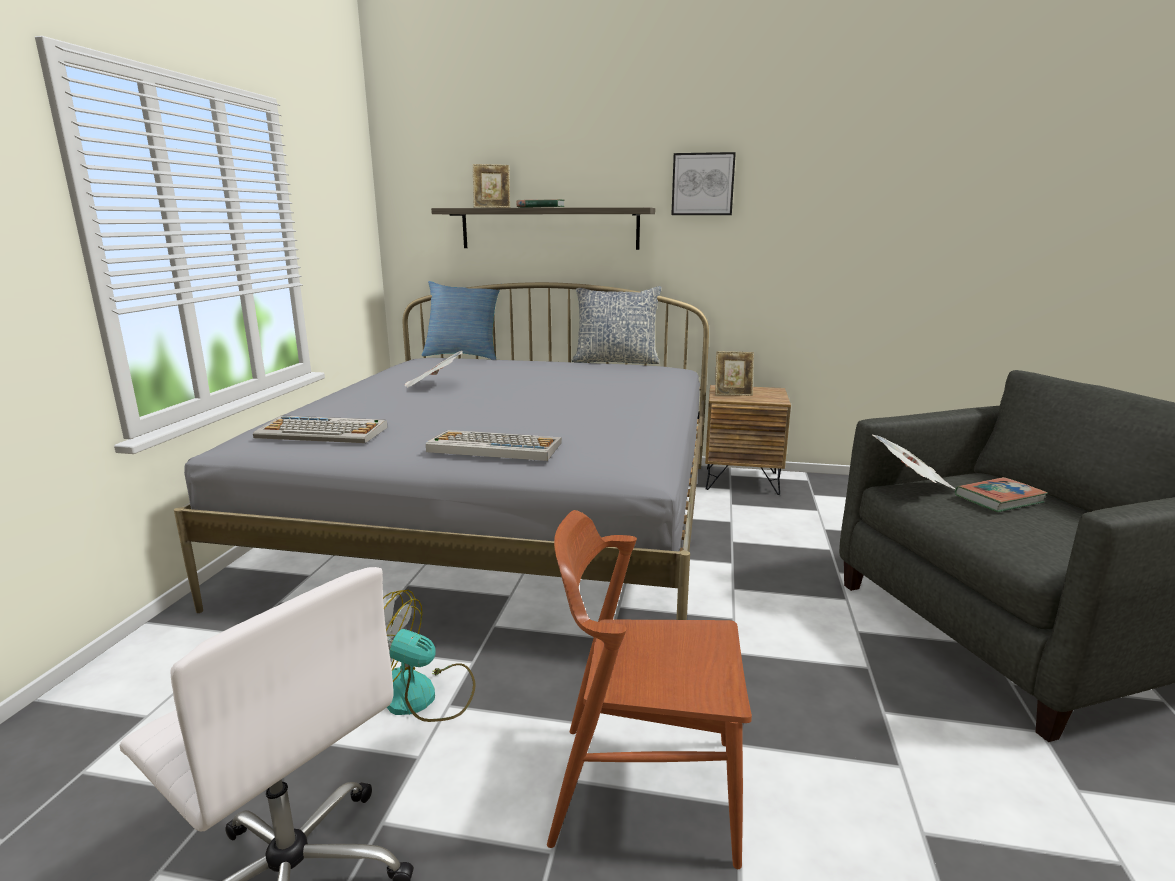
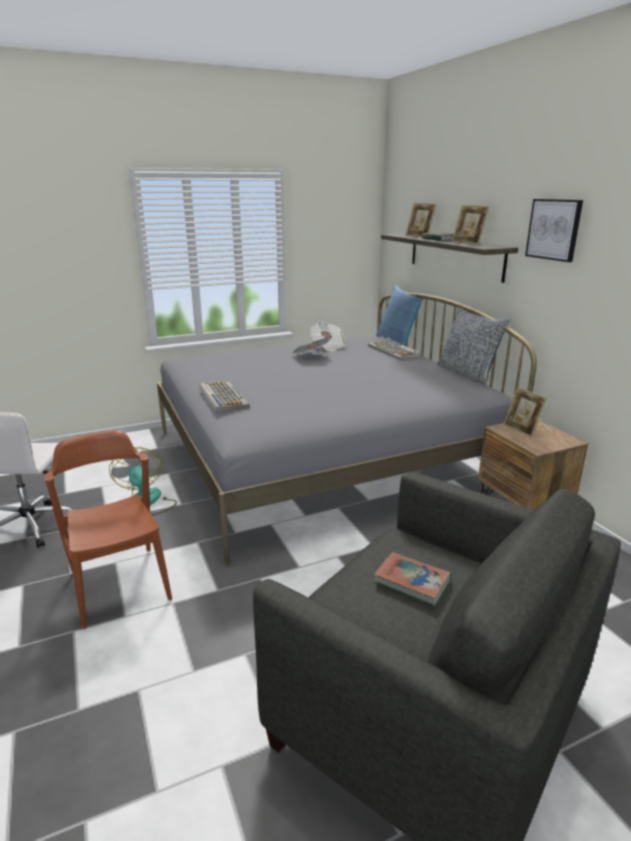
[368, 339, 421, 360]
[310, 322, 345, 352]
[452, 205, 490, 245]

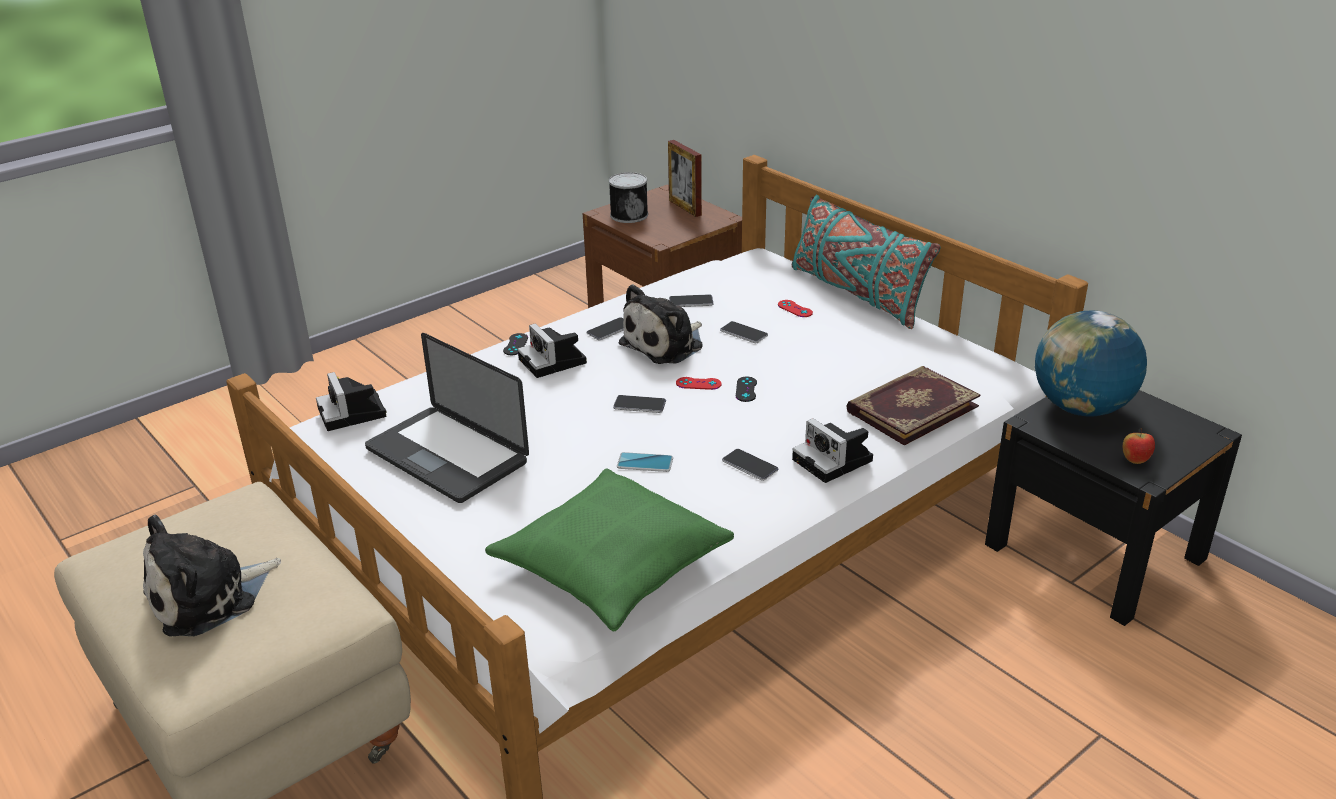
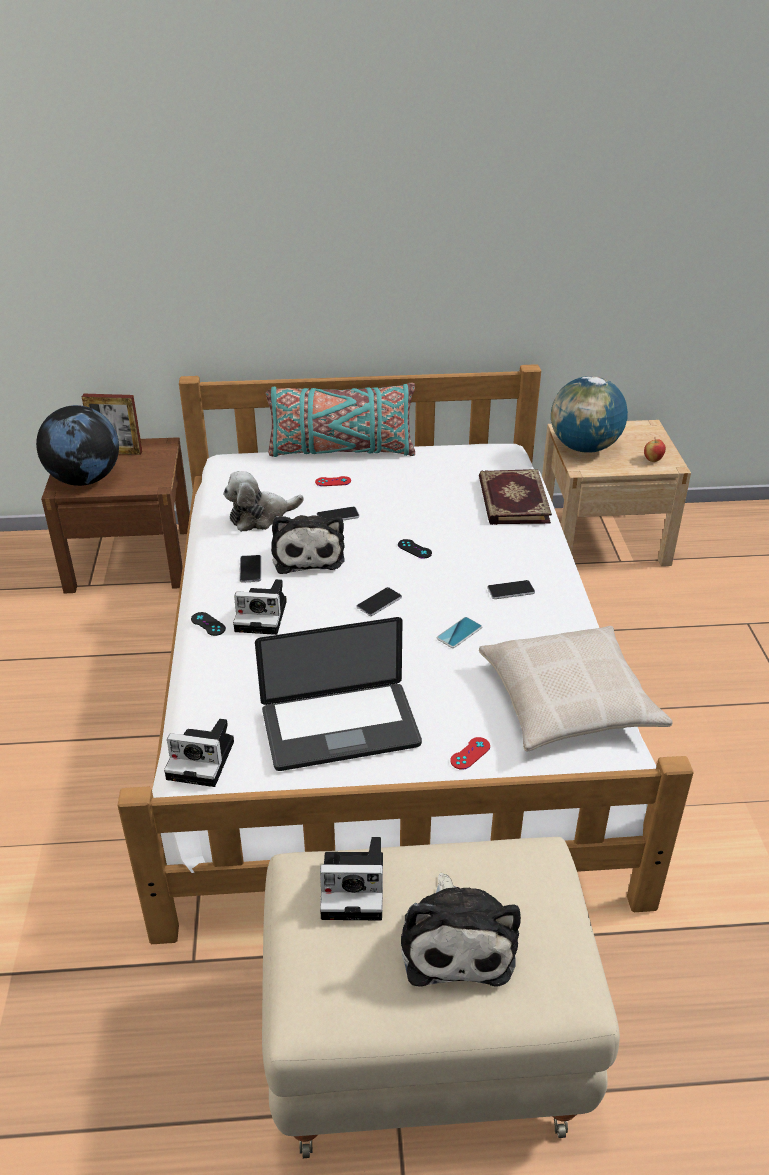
[36, 405, 119, 486]
[223, 471, 304, 532]
[450, 737, 490, 770]
[542, 420, 691, 566]
[320, 837, 383, 920]
[479, 626, 673, 752]

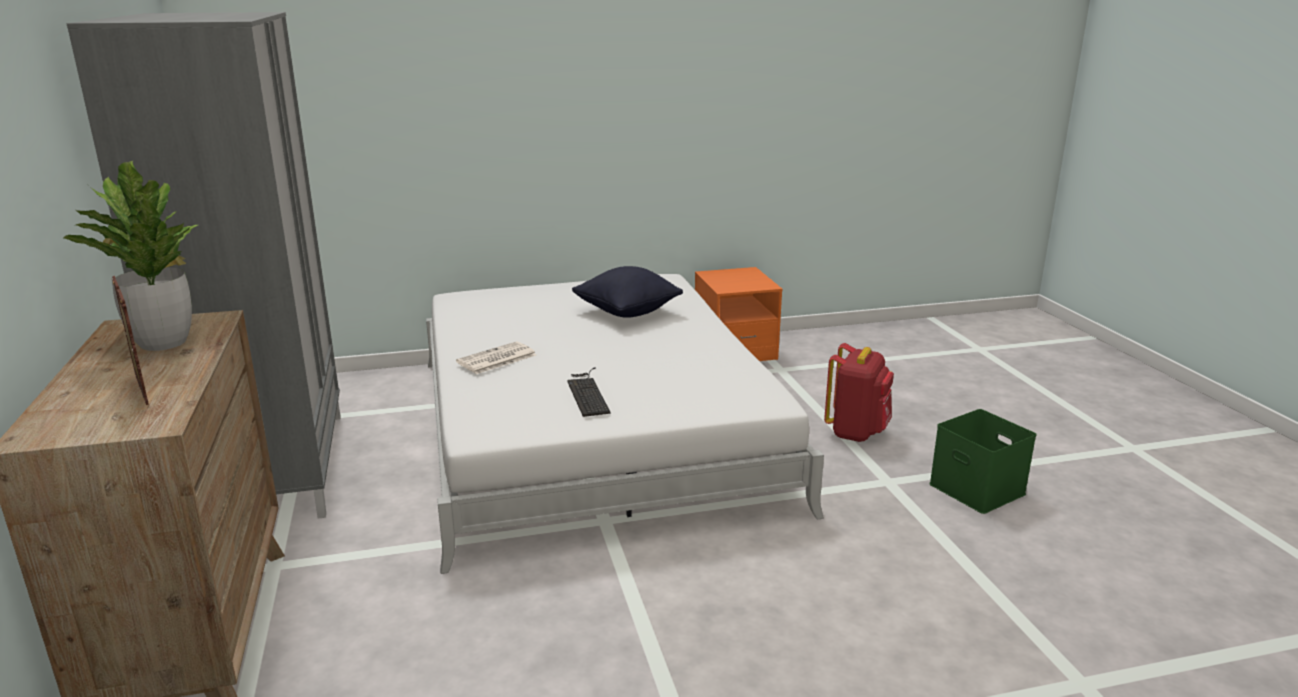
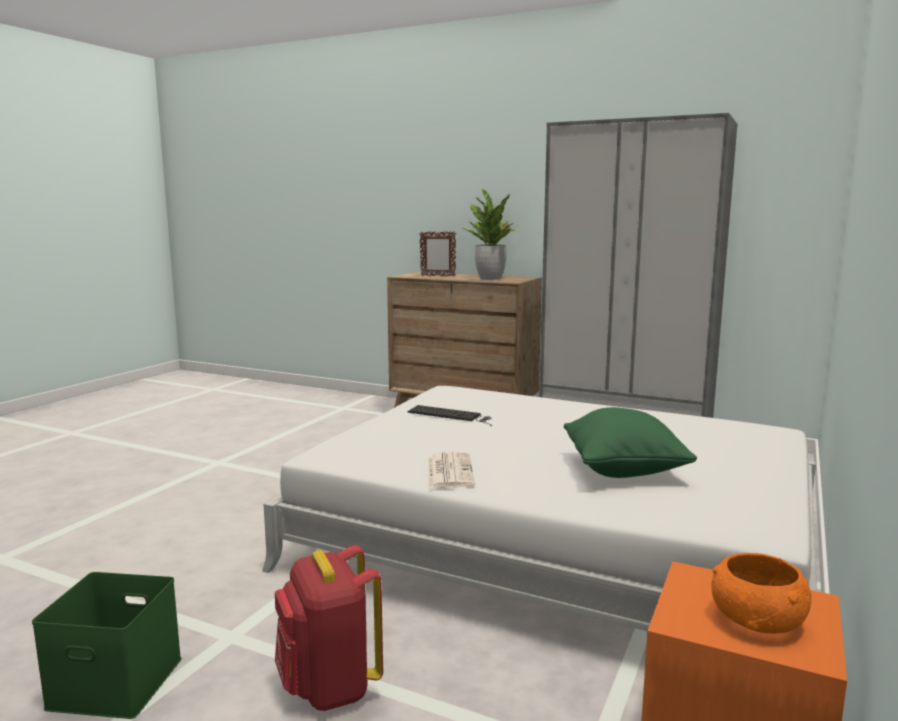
[563, 407, 697, 478]
[428, 452, 475, 488]
[711, 553, 812, 634]

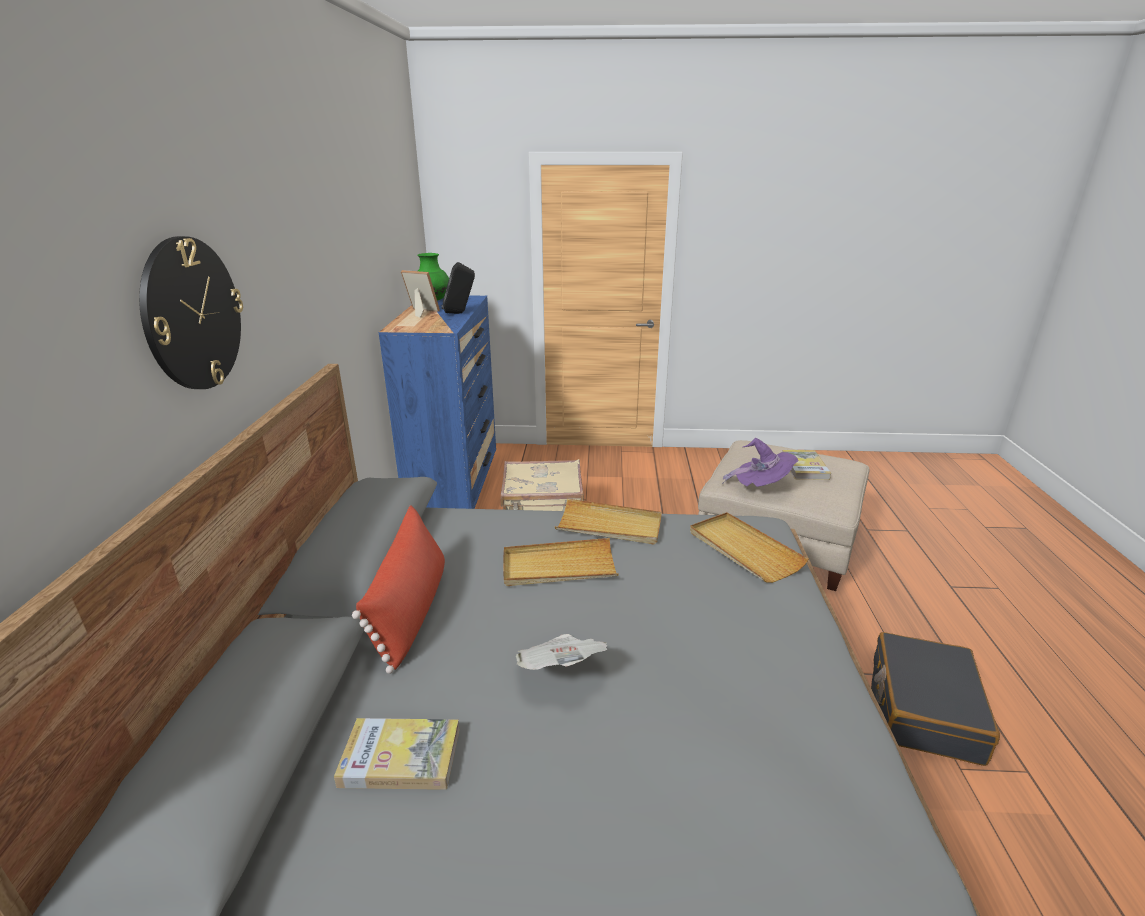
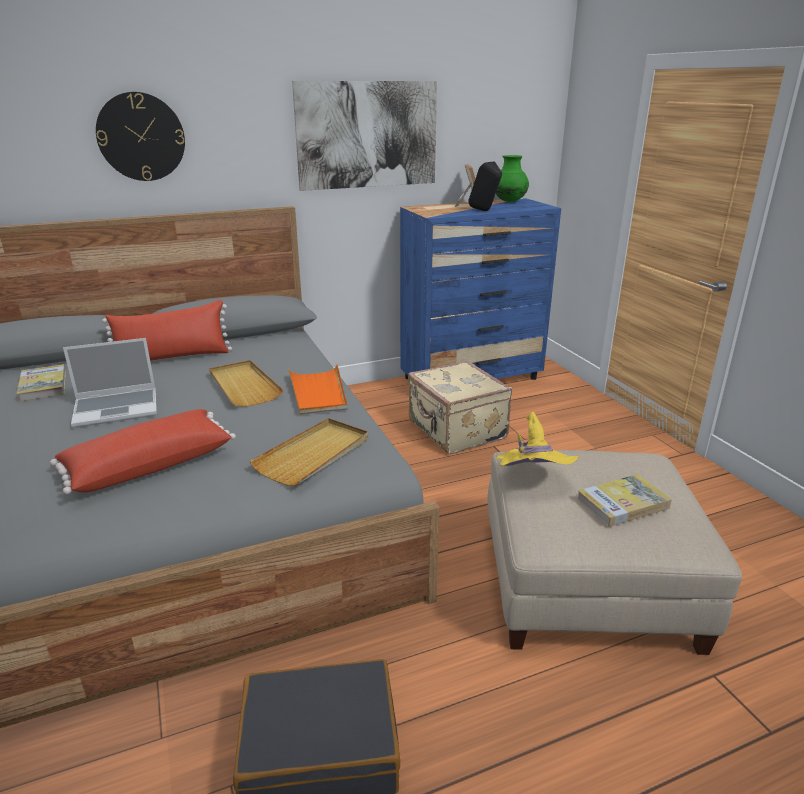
[496, 412, 579, 466]
[288, 364, 347, 415]
[63, 338, 157, 428]
[292, 81, 437, 191]
[50, 409, 236, 494]

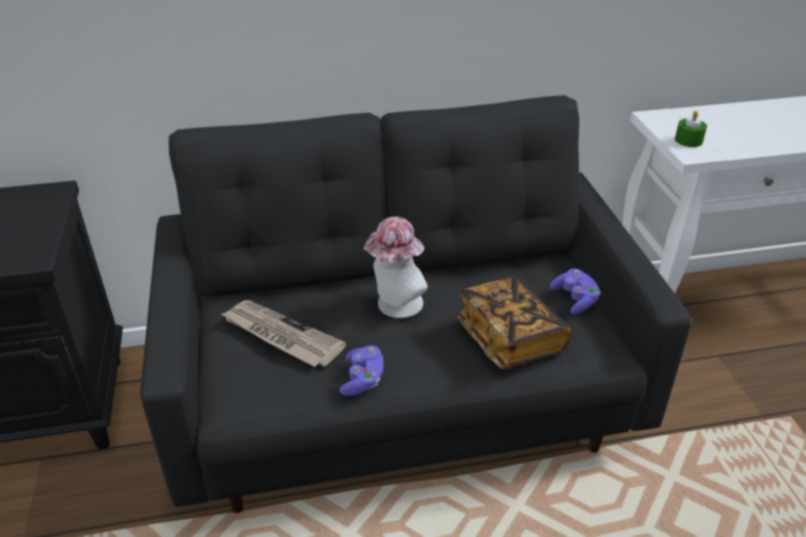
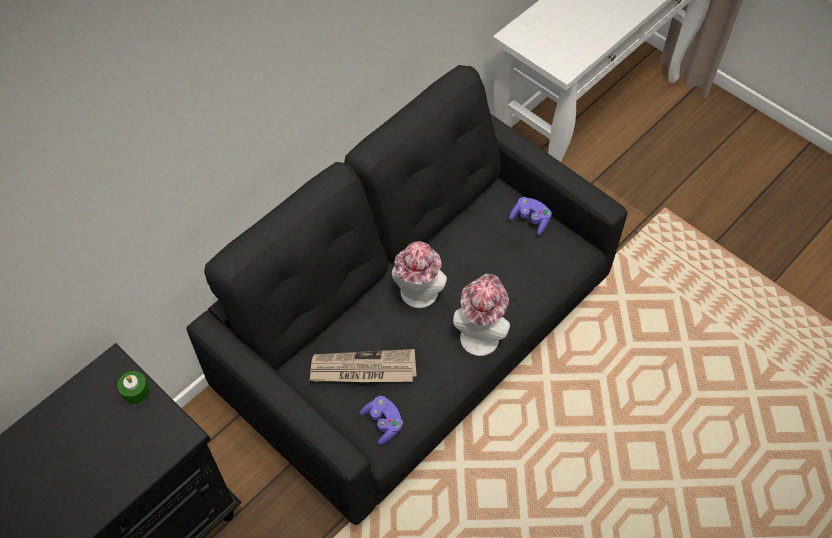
[117, 371, 150, 404]
[456, 277, 572, 369] (first image)
[360, 396, 403, 445]
[453, 274, 510, 356]

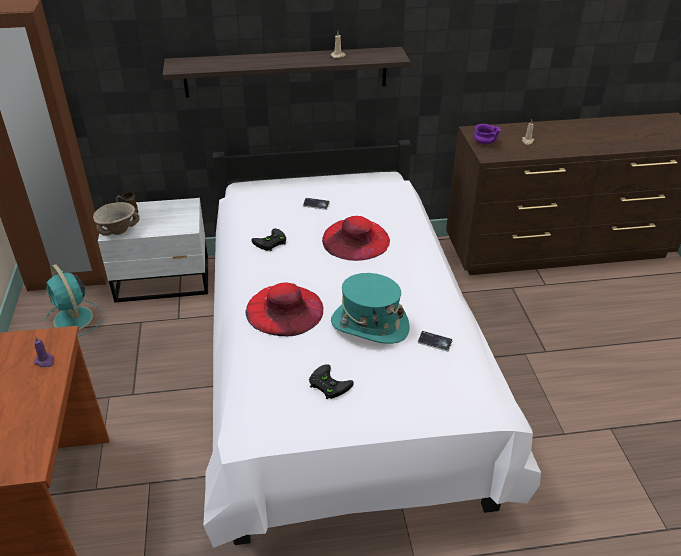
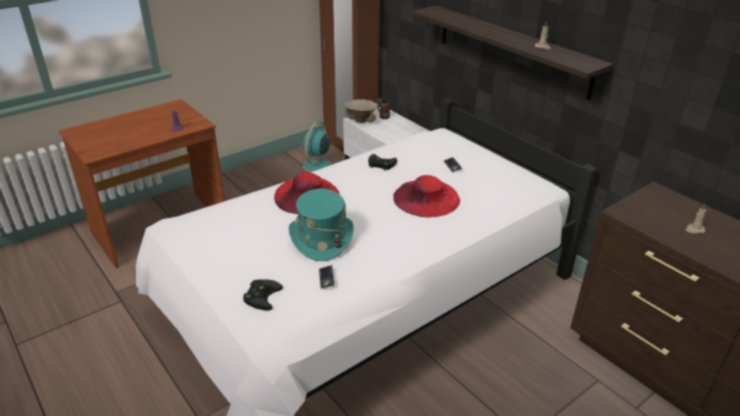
[473, 124, 502, 145] (first image)
[243, 279, 283, 311]

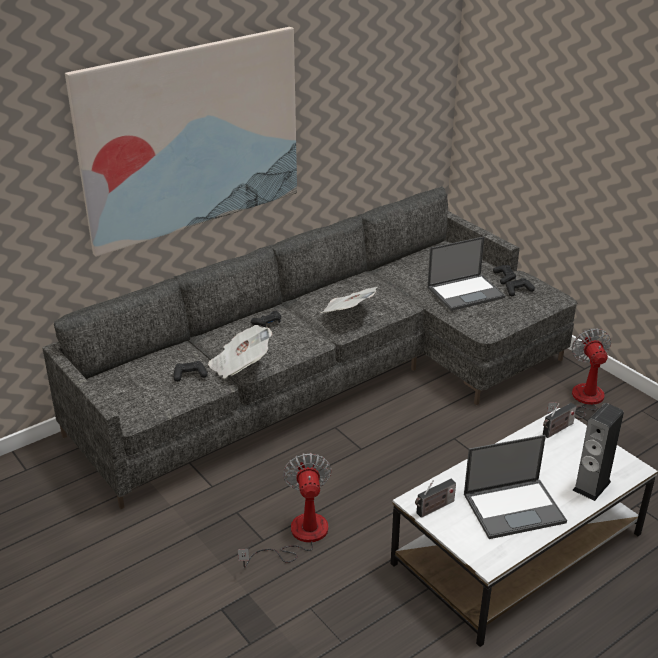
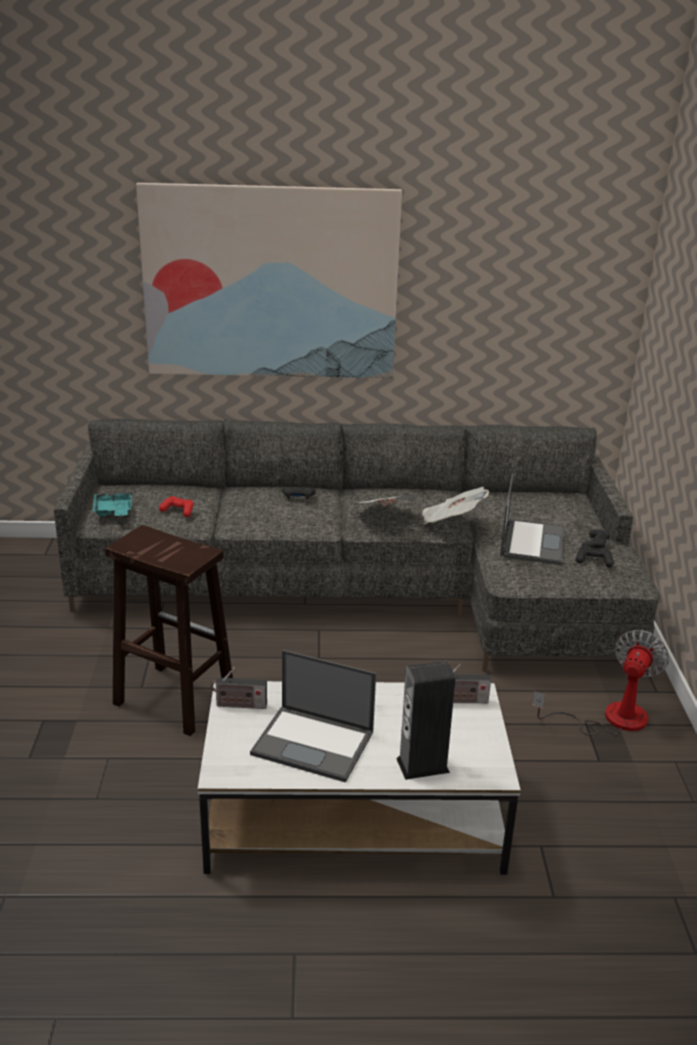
[500, 473, 565, 565]
[422, 487, 489, 524]
[159, 496, 194, 517]
[105, 525, 233, 736]
[92, 490, 132, 516]

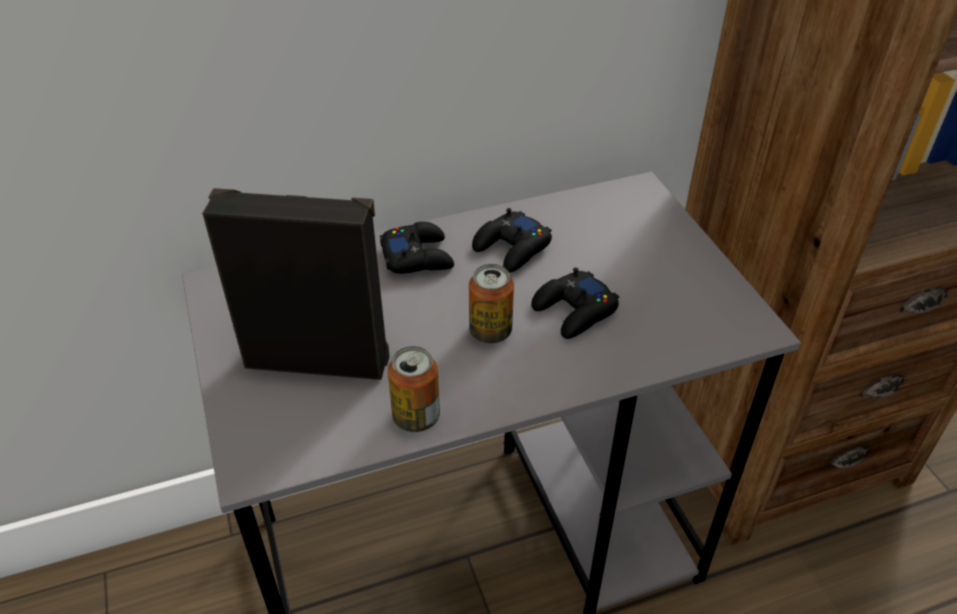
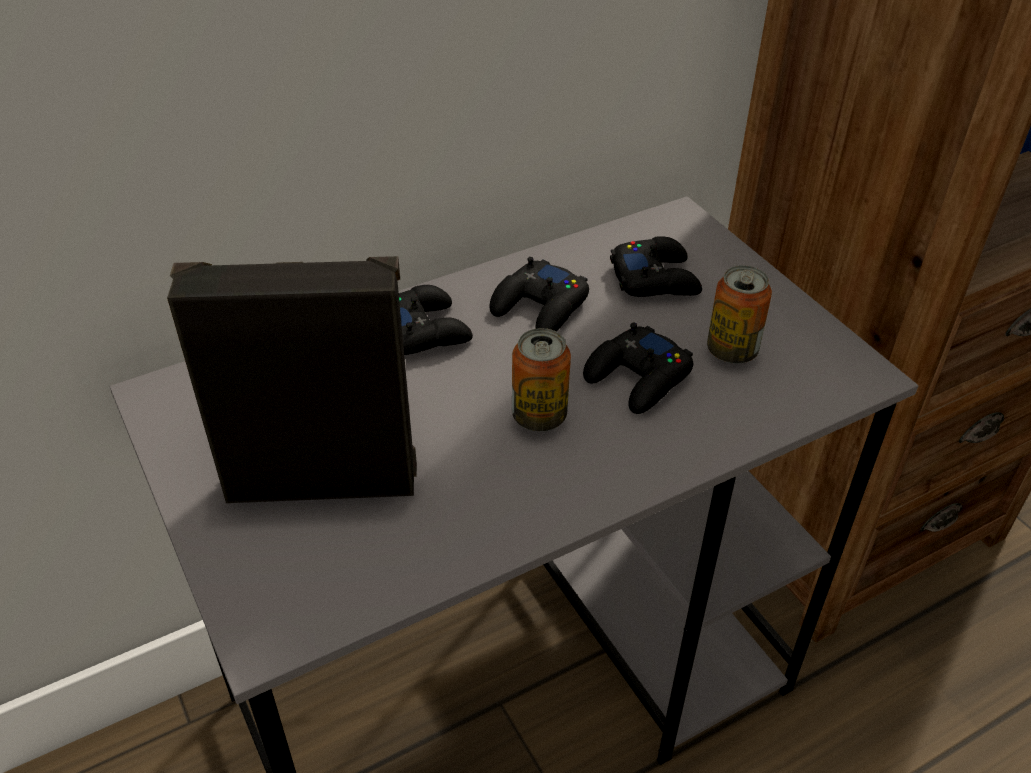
[707, 265, 772, 364]
[610, 237, 702, 297]

